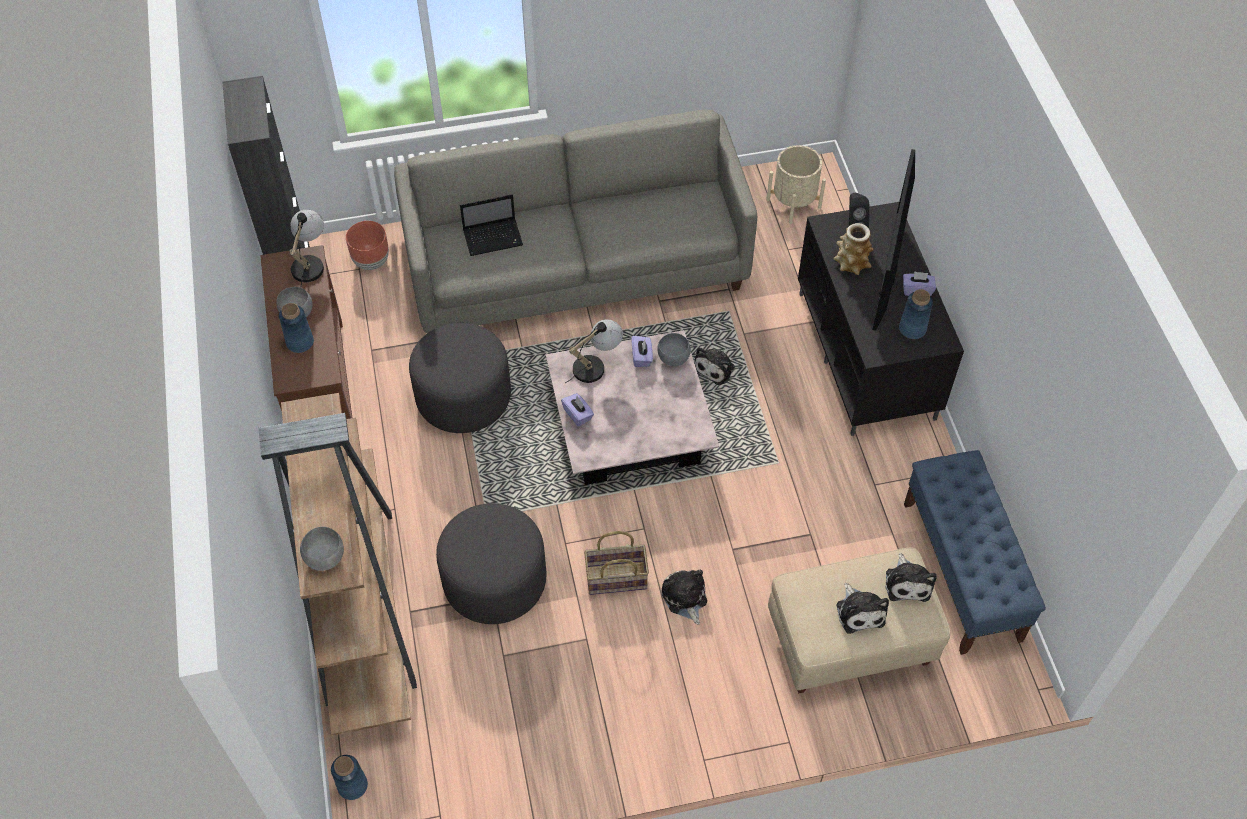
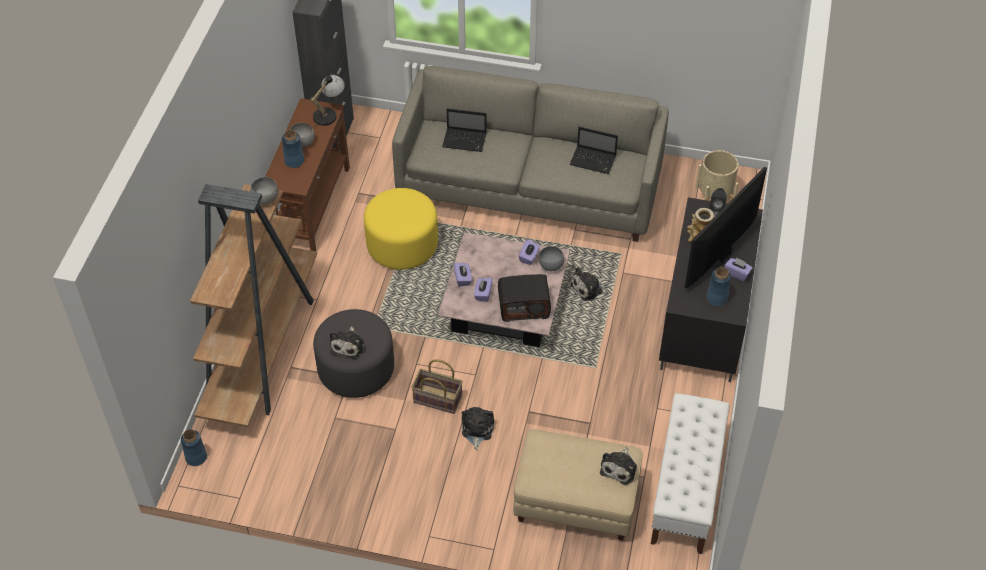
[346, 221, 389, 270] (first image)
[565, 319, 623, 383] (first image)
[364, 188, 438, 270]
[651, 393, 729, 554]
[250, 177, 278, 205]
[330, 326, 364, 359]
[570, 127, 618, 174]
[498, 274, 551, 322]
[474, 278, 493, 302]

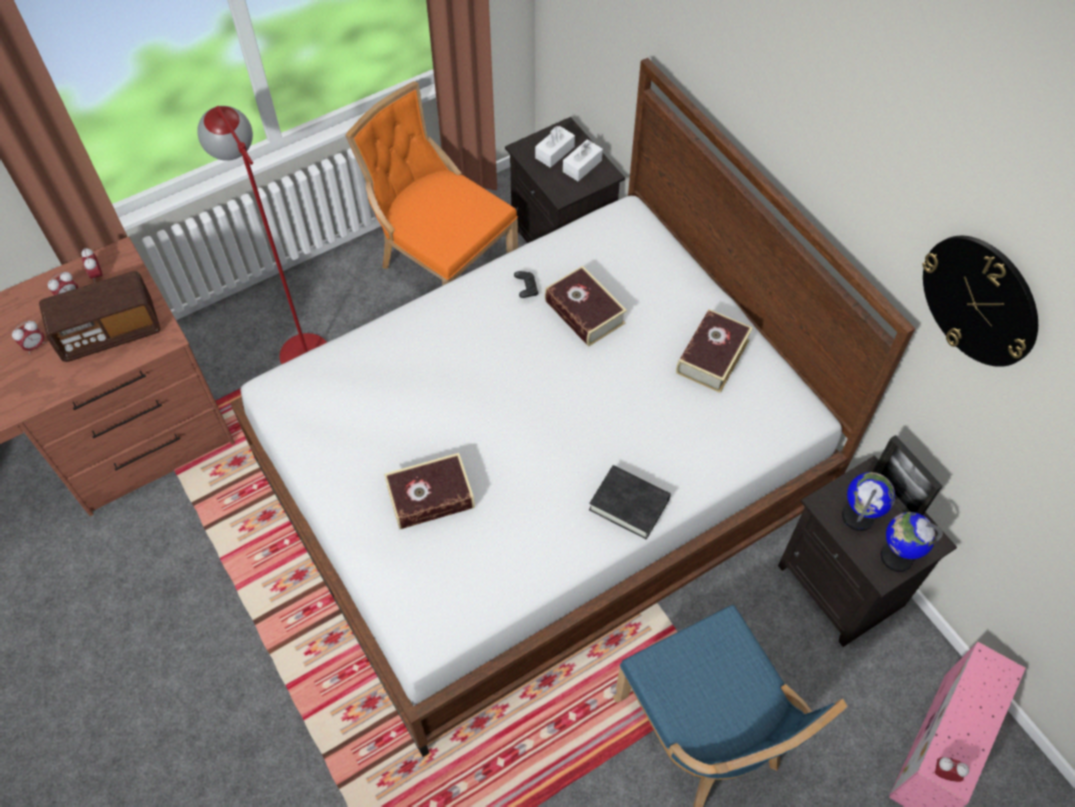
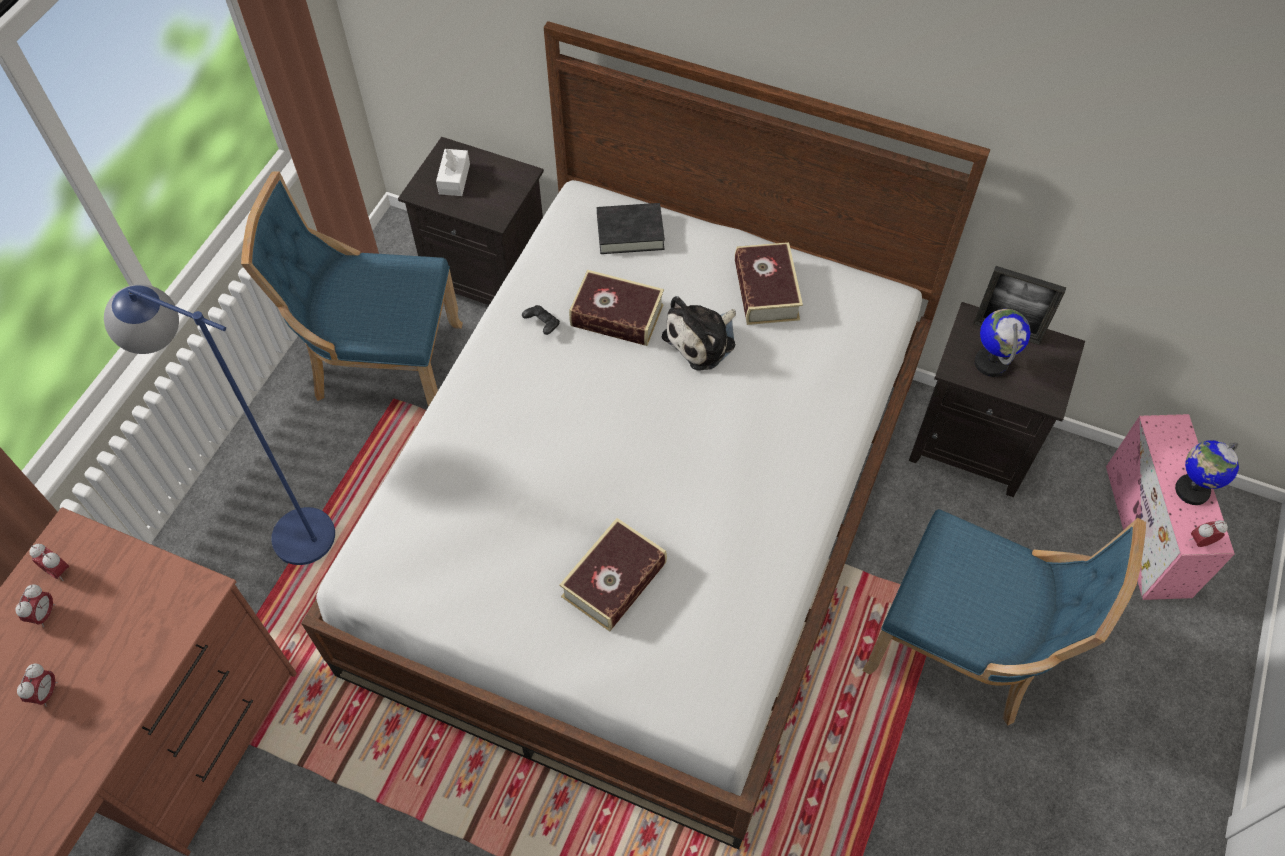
[241, 171, 463, 406]
[104, 284, 335, 565]
[563, 139, 603, 181] (first image)
[922, 236, 1038, 367] (first image)
[39, 271, 160, 362] (first image)
[597, 203, 665, 254]
[1175, 440, 1239, 505]
[662, 296, 736, 370]

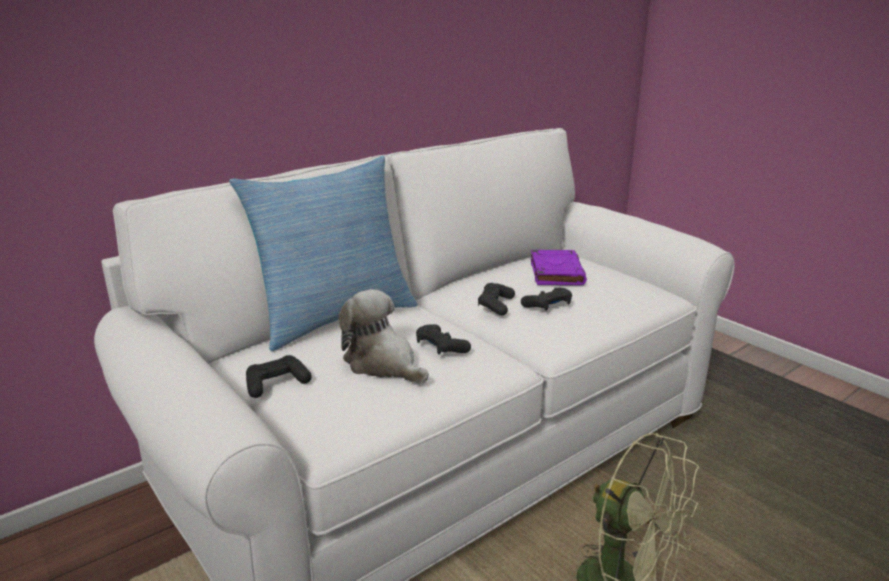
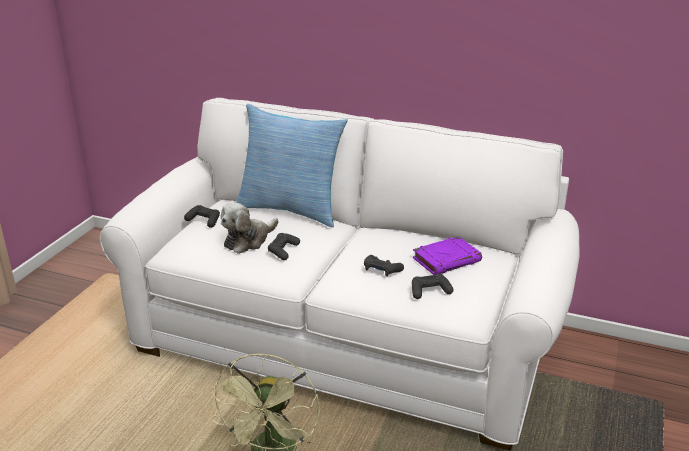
[412, 273, 454, 299]
[221, 203, 278, 254]

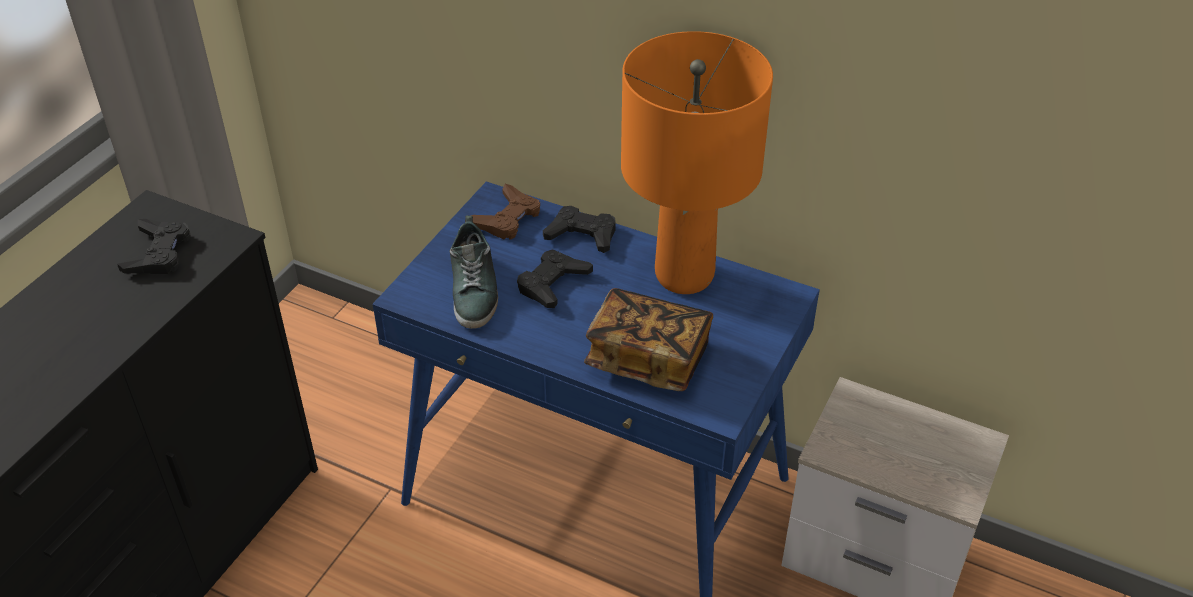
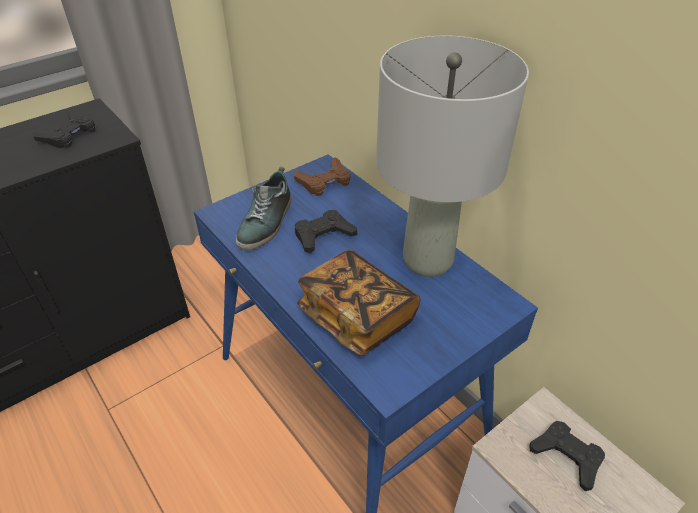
[376, 35, 529, 277]
[530, 421, 605, 491]

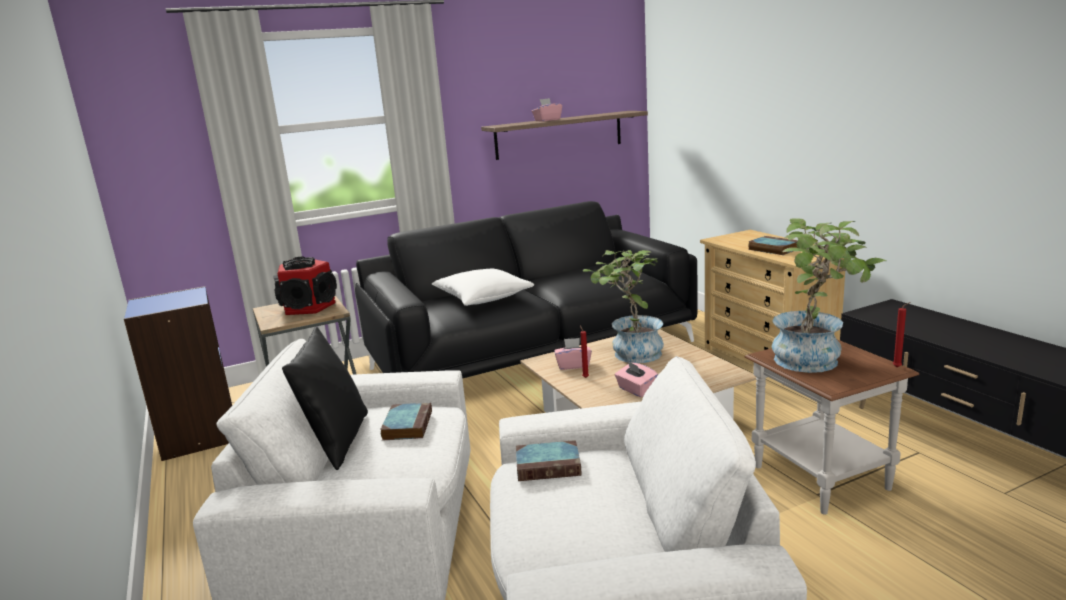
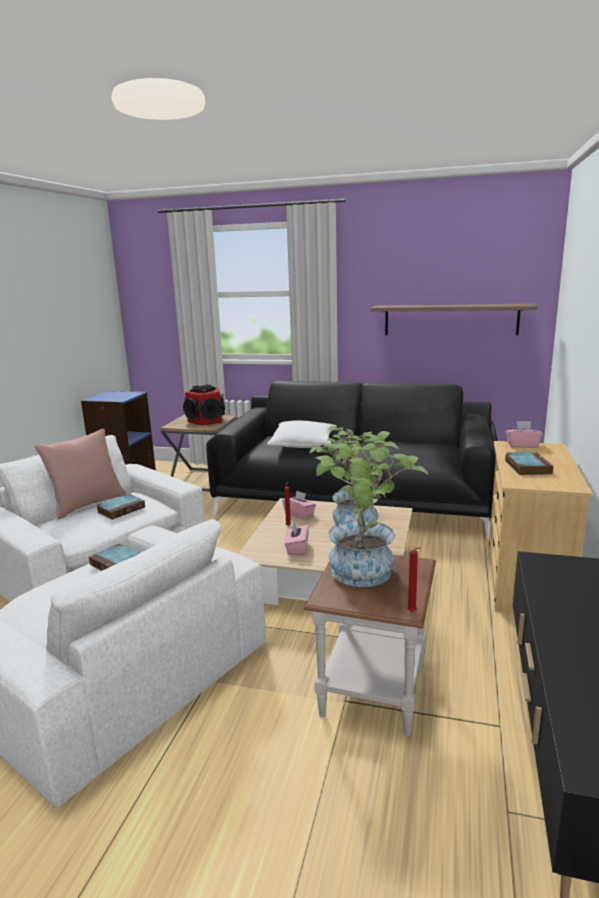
[505, 421, 543, 448]
[34, 429, 126, 519]

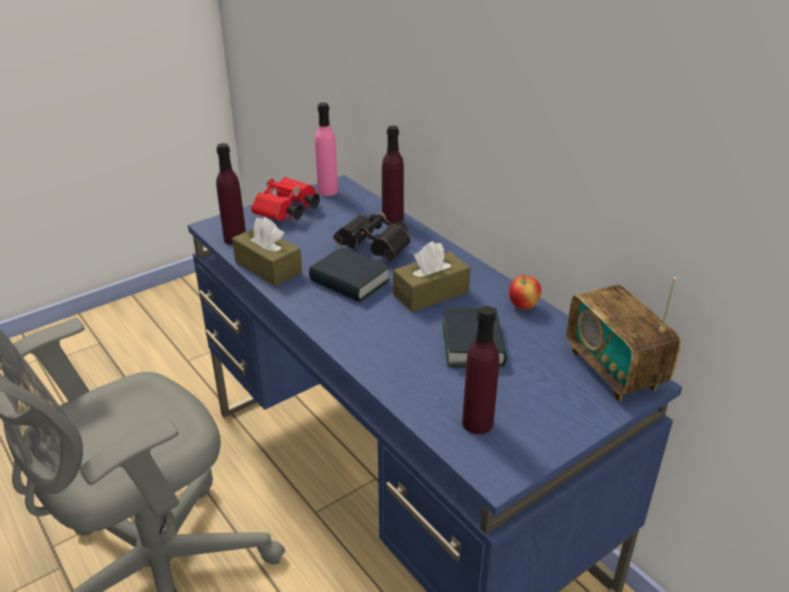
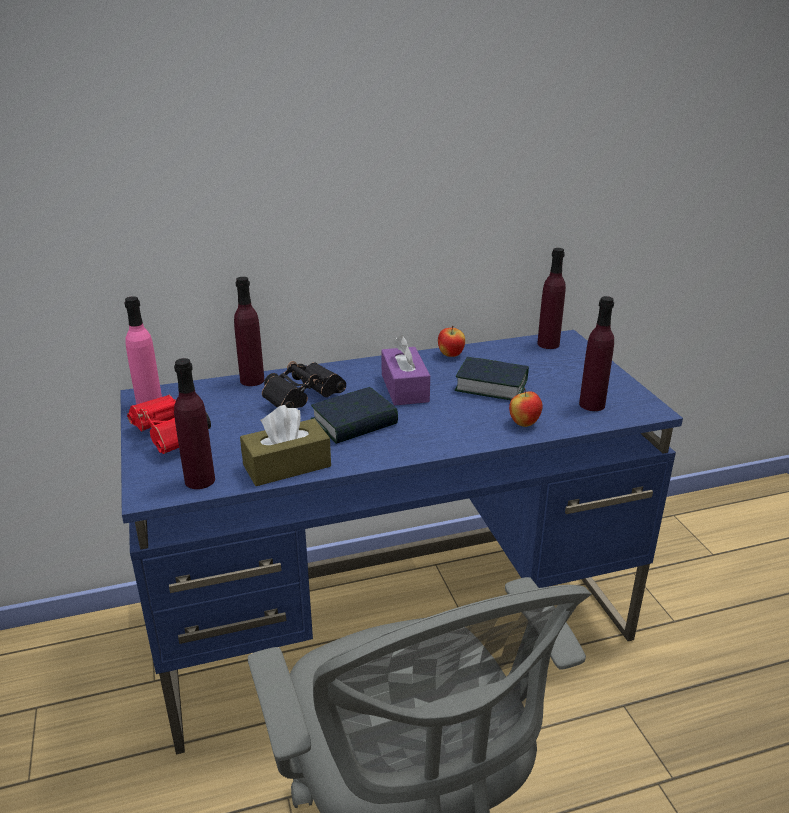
[381, 335, 430, 406]
[537, 248, 566, 349]
[509, 388, 543, 427]

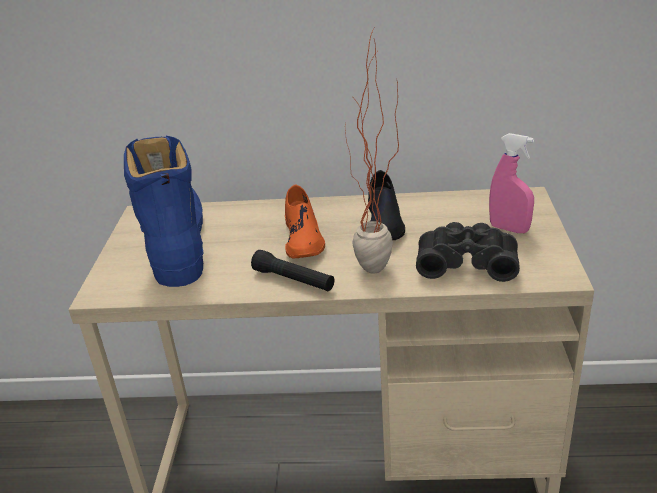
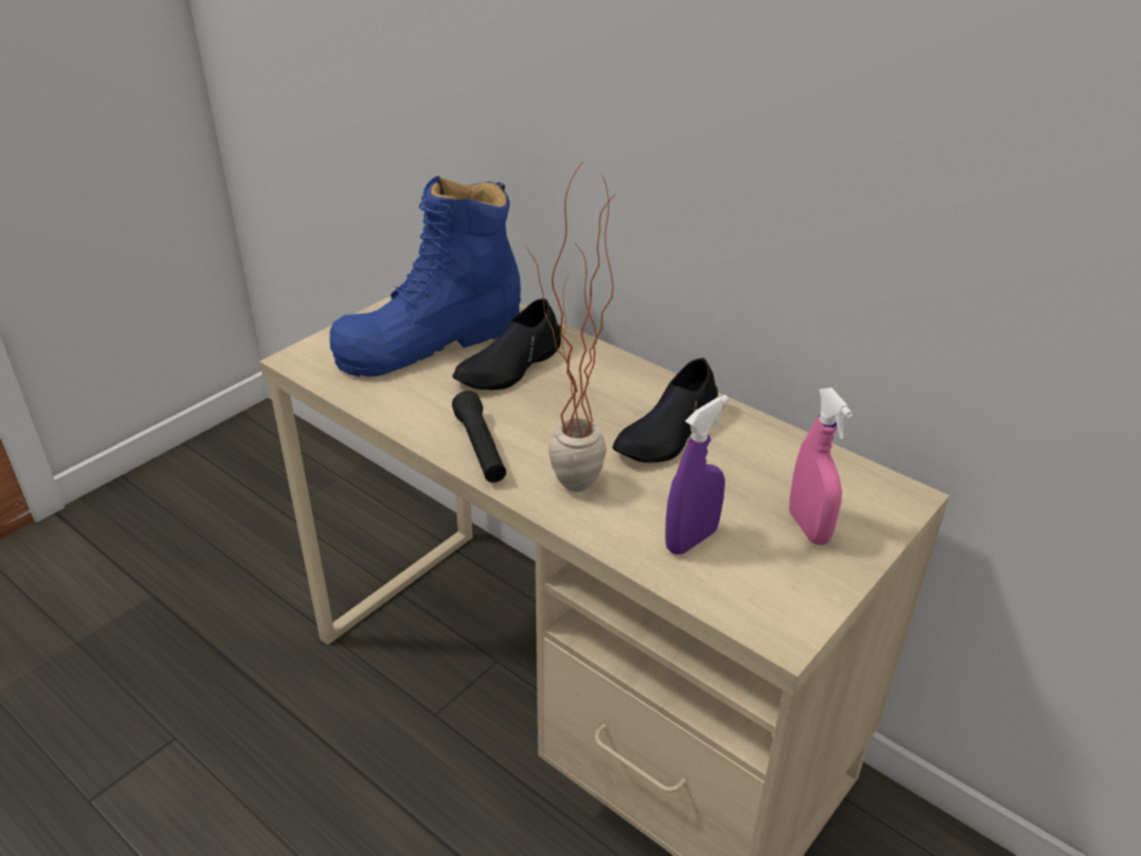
[330, 175, 521, 377]
[285, 185, 325, 258] (first image)
[665, 395, 728, 555]
[453, 298, 561, 390]

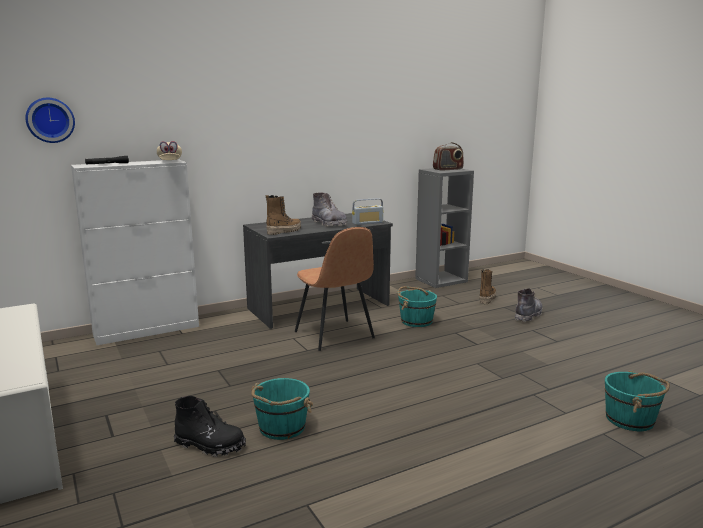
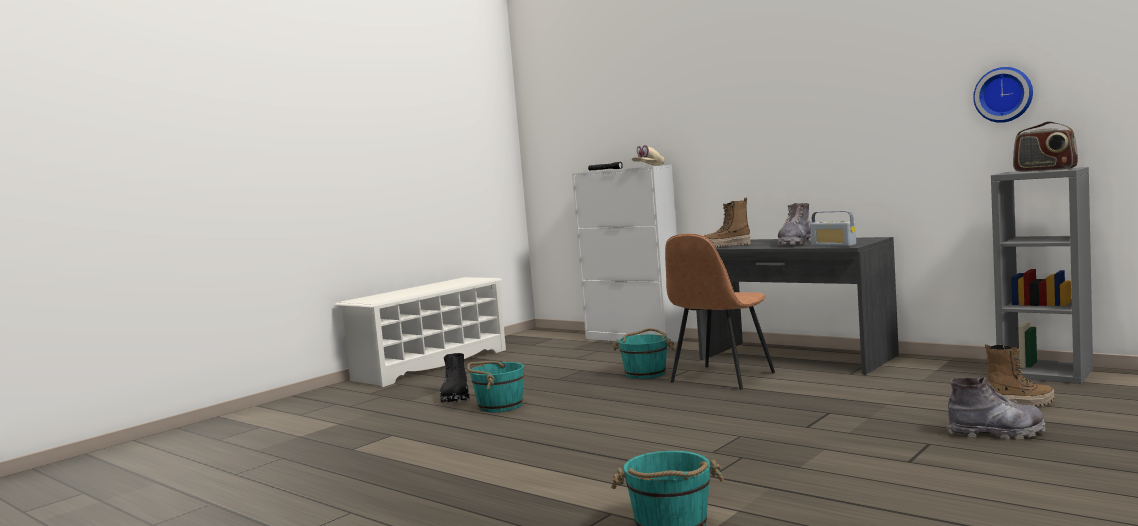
[973, 67, 1033, 123]
[704, 197, 750, 247]
[613, 328, 675, 379]

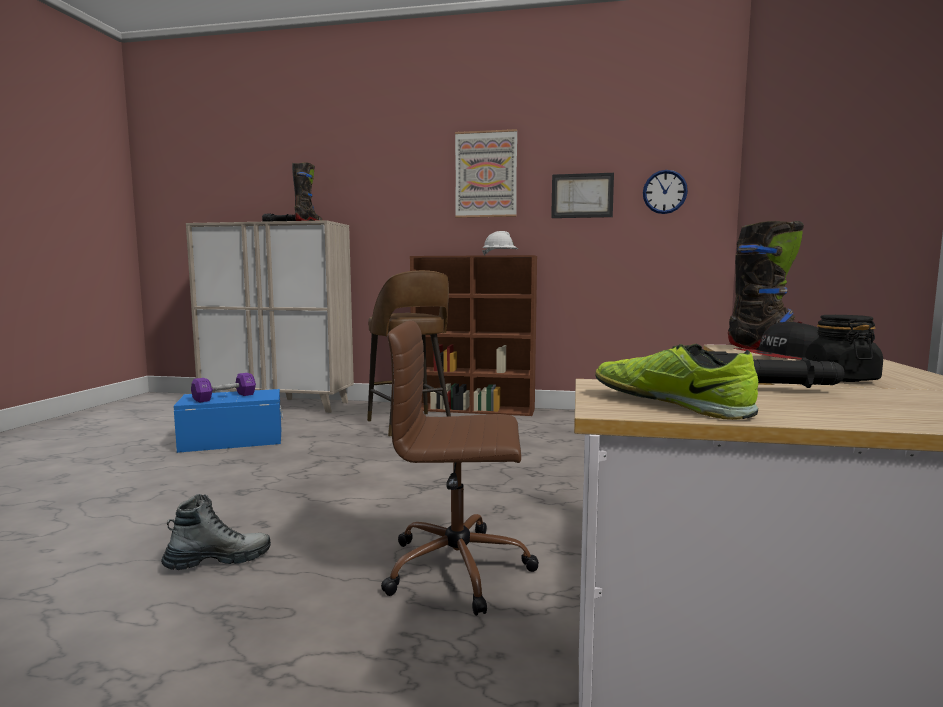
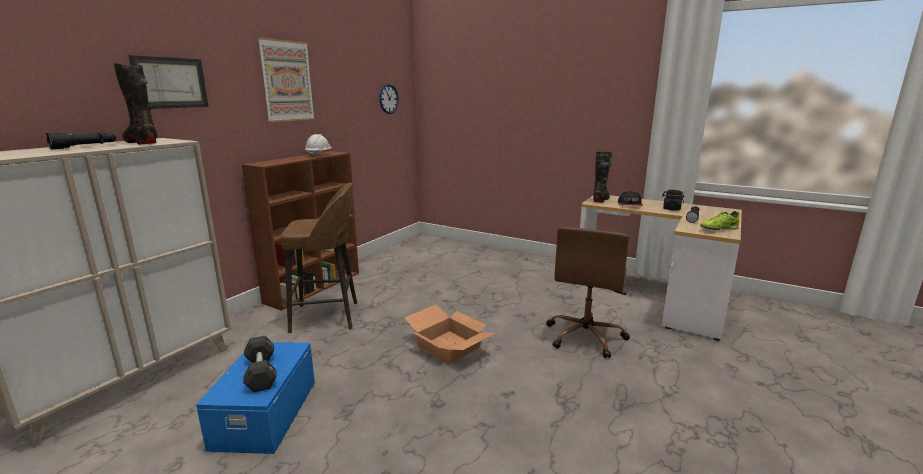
[129, 55, 209, 109]
[243, 336, 277, 392]
[161, 494, 271, 570] (first image)
[405, 304, 495, 365]

